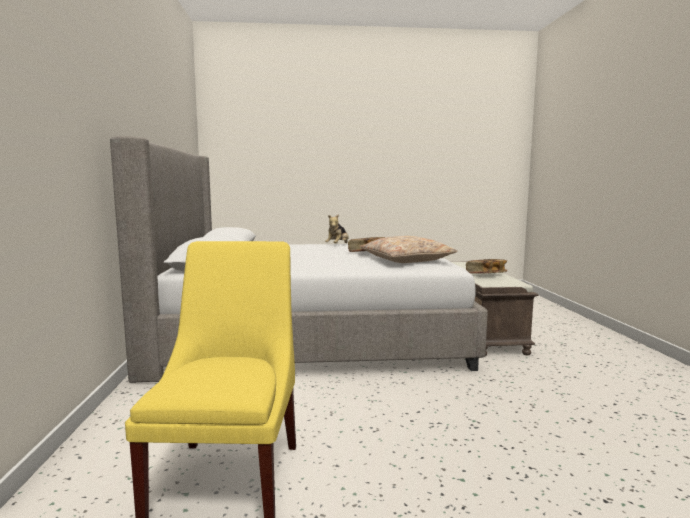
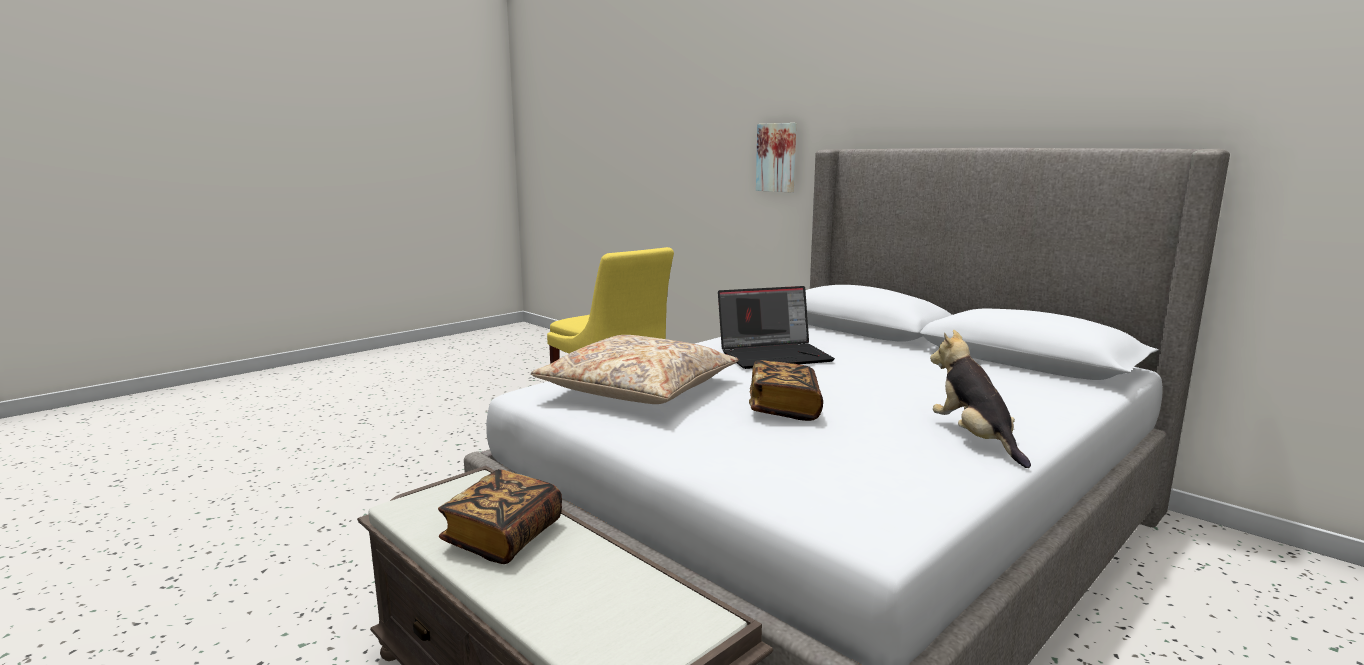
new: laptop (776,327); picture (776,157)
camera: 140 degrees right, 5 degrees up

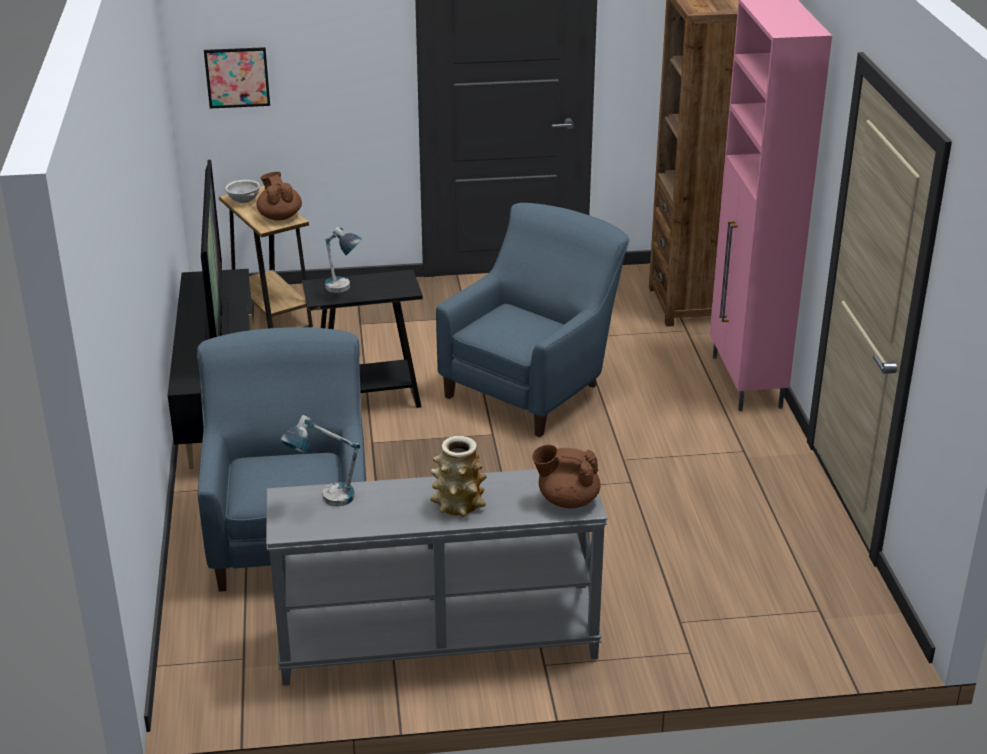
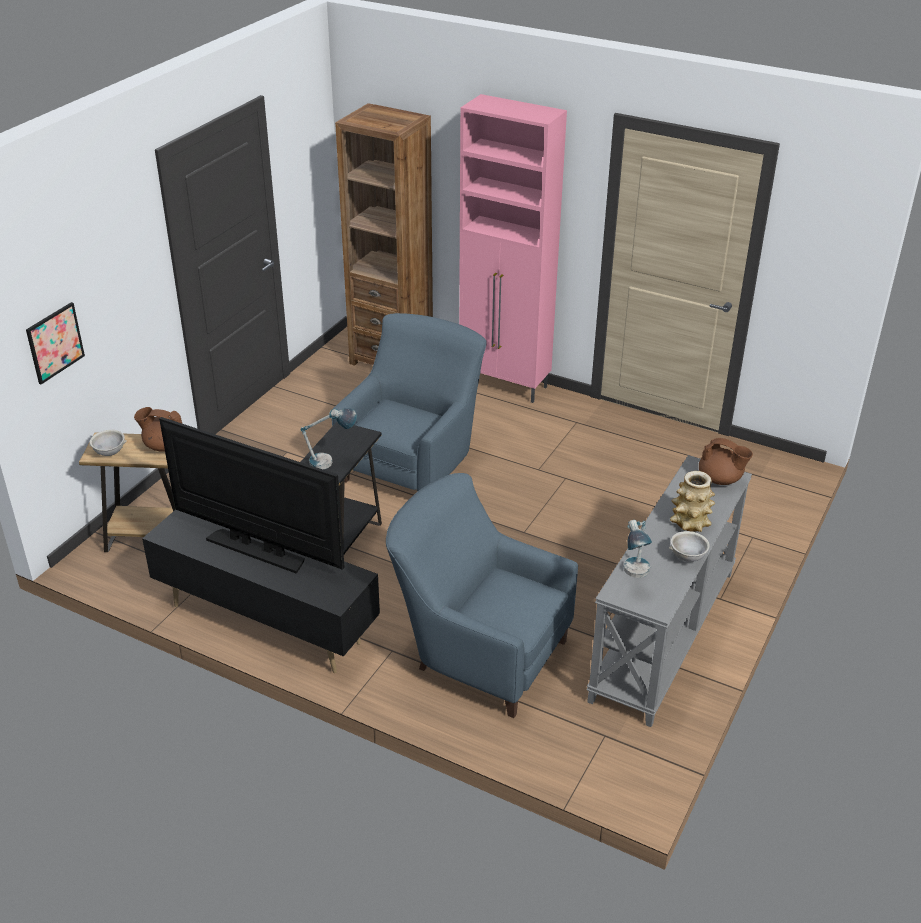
new: grey bowl (689,546)
rotated: blue armchair (532,320) = (409,402) 45 degrees clockwise; brown teapot (566,476) = (726,461) 105 degrees counterclockwise
camera: 55 degrees left, 5 degrees up

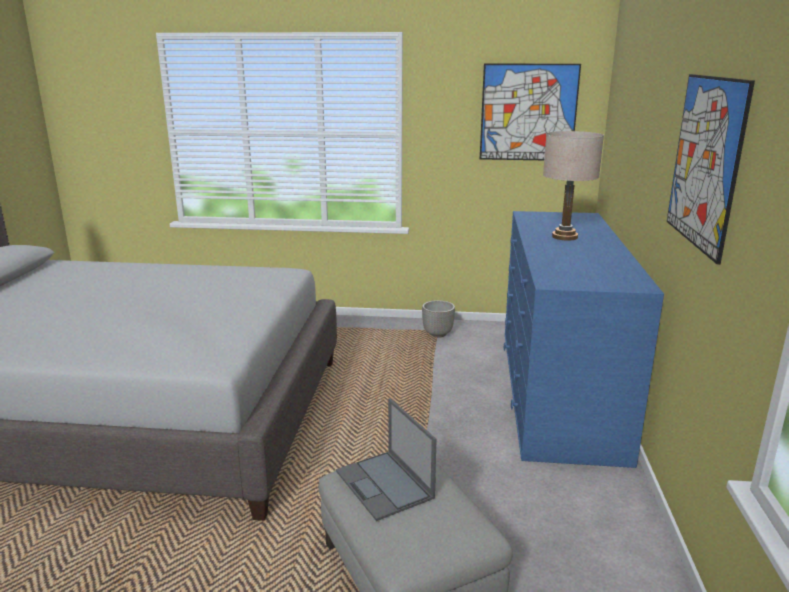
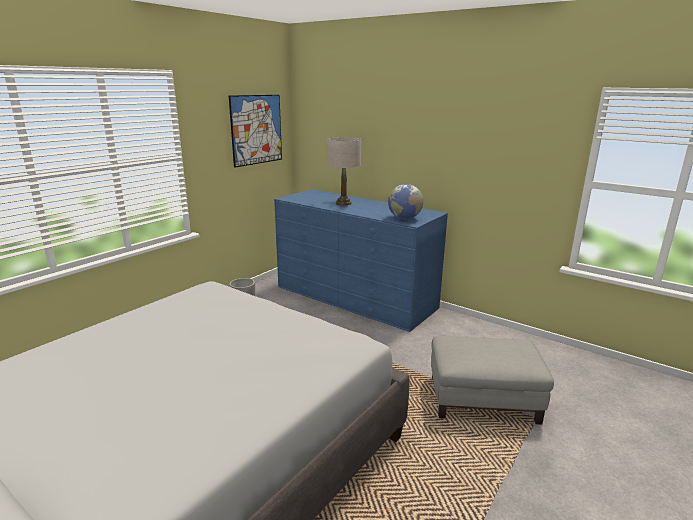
gone: laptop (386,459); picture (711,169)
new: globe (405,201)
camera: 60 degrees left, 0 degrees up

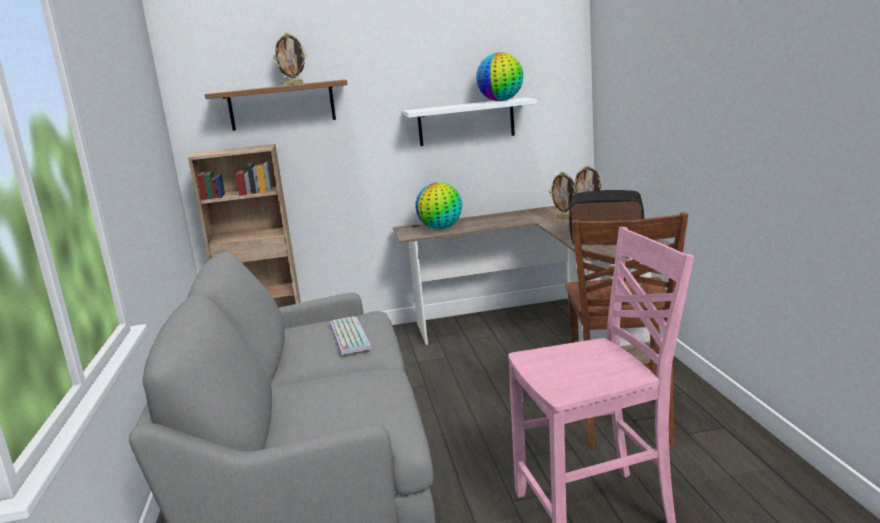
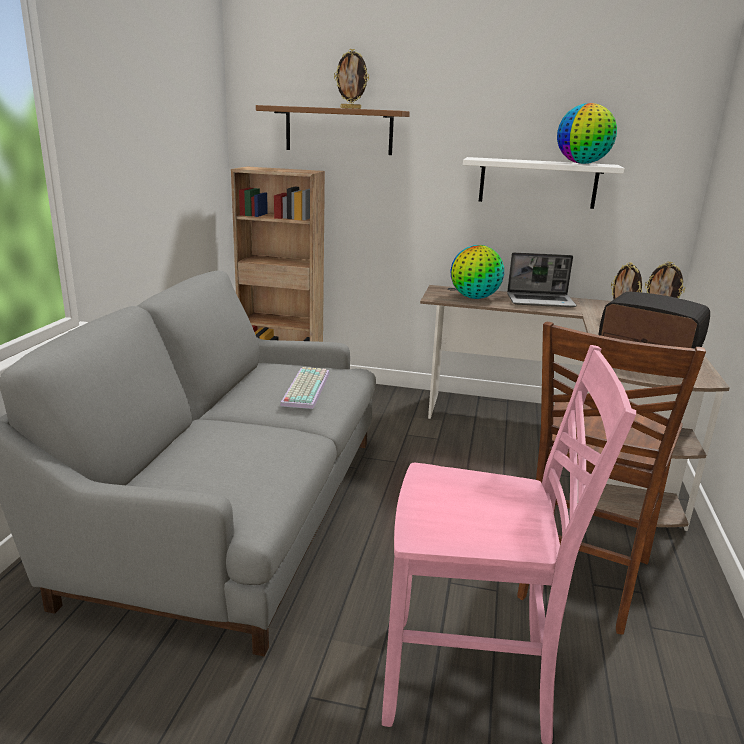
new: laptop (542,279)
camera: 20 degrees right, 5 degrees up

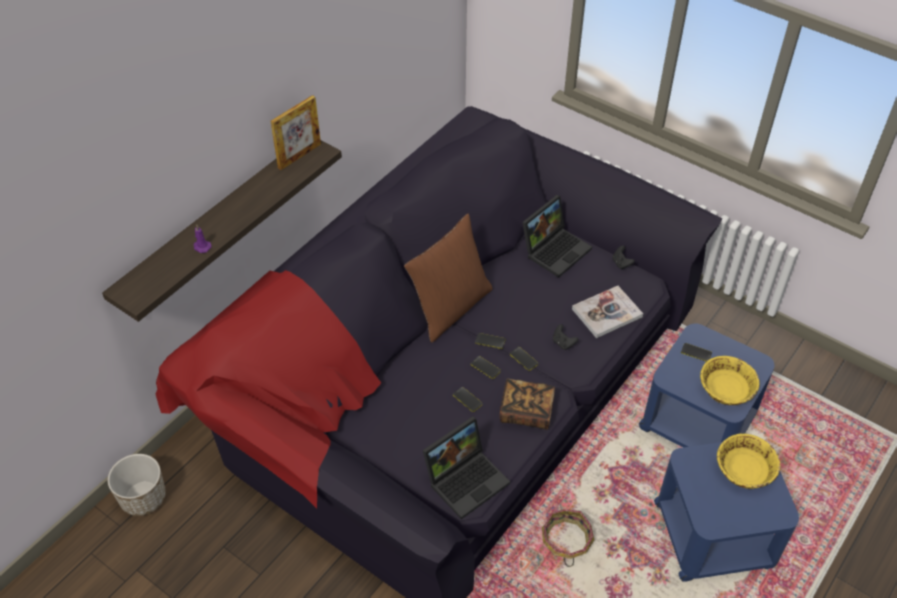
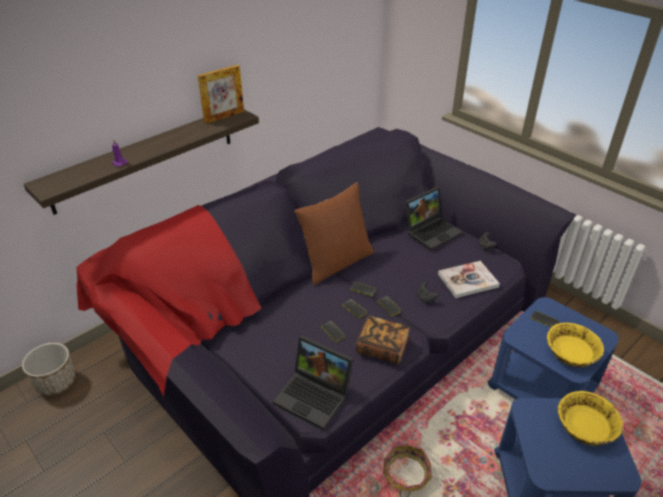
rotated: laptop (466,467) = (313,383) 60 degrees clockwise
camera: 10 degrees right, 10 degrees down

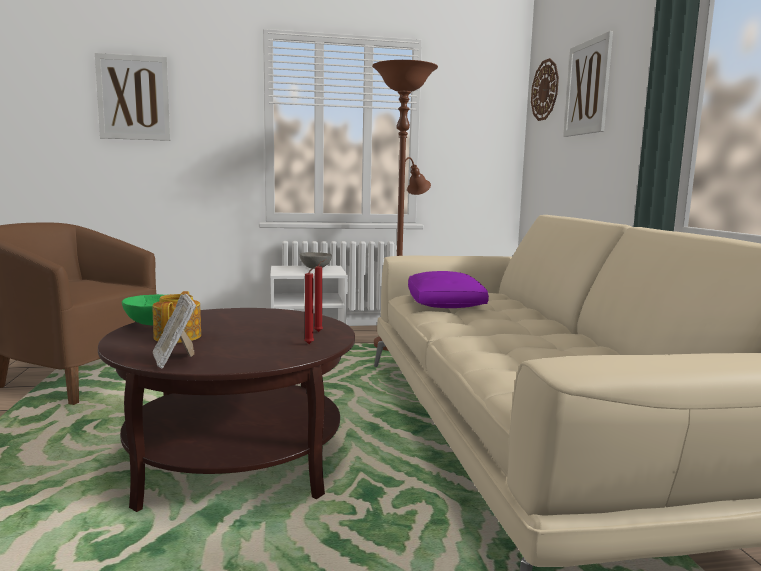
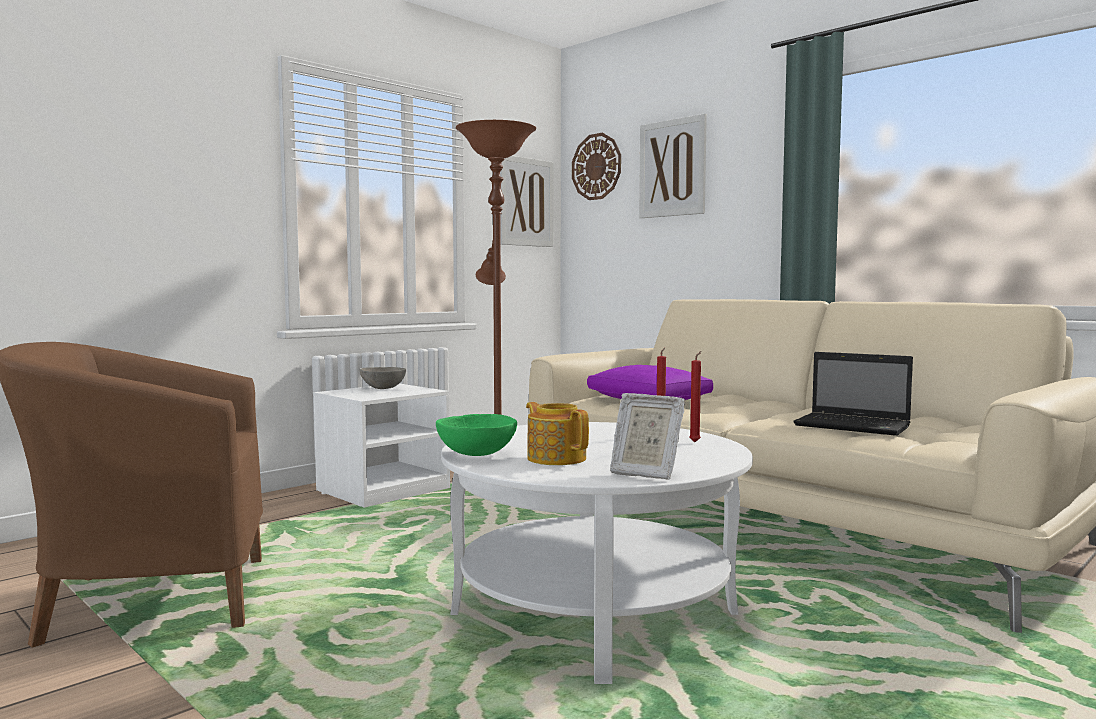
new: laptop (853,394)
shifted: picture (133,97) to (526,201)
repainted: brown coffee table (226,410) to white coffee table (597,553)
camera: 35 degrees left, 5 degrees down

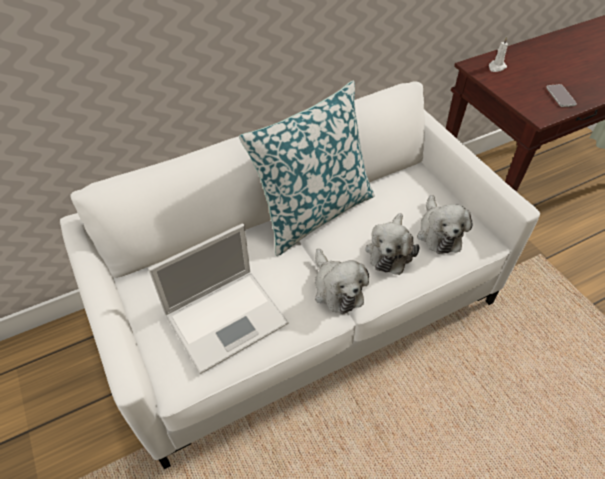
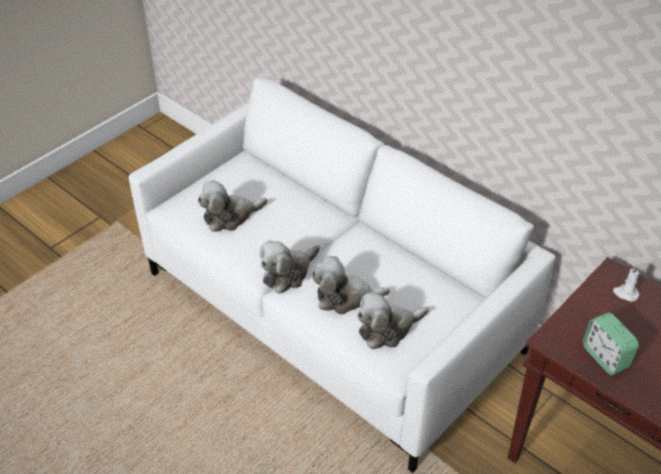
gone: pillow (307,168)
swapped: laptop (218,298) to plush toy (233,206); phone (561,95) to alarm clock (611,344)
camera: 70 degrees right, 5 degrees down

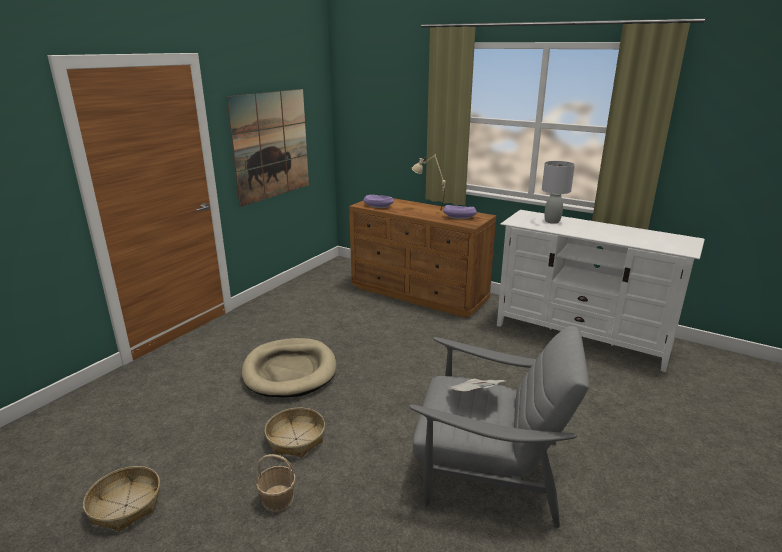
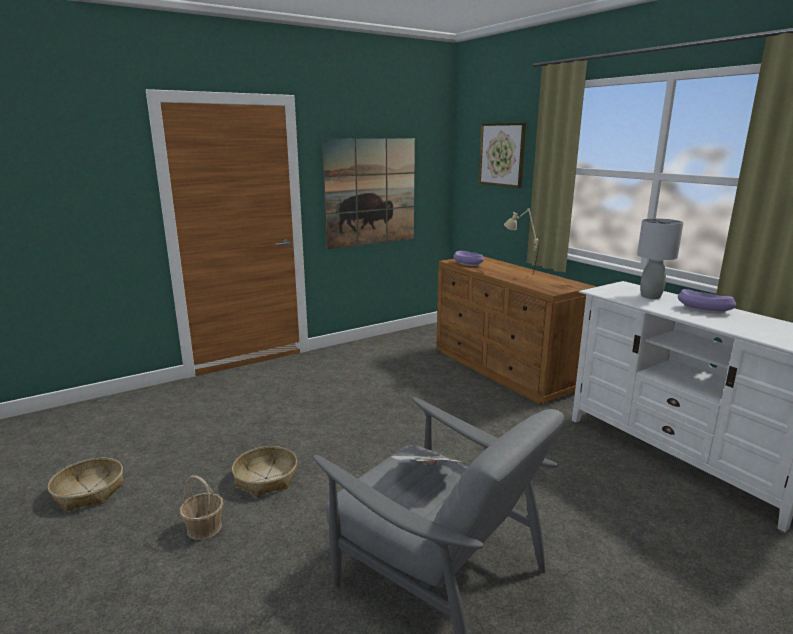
gone: beige dog bed (289,367)
new: picture (502,155)
shifted: purple bowl (460,212) to (707,301)
camera: 25 degrees right, 5 degrees down

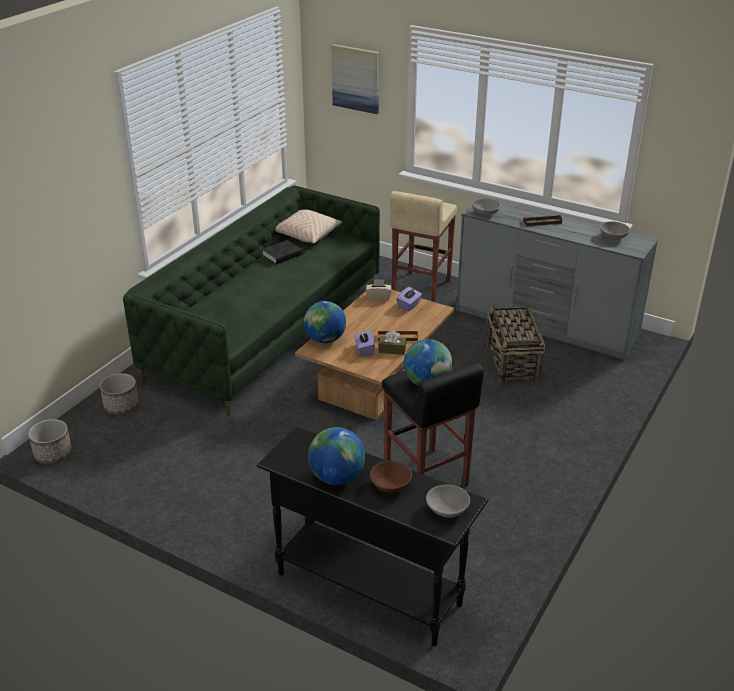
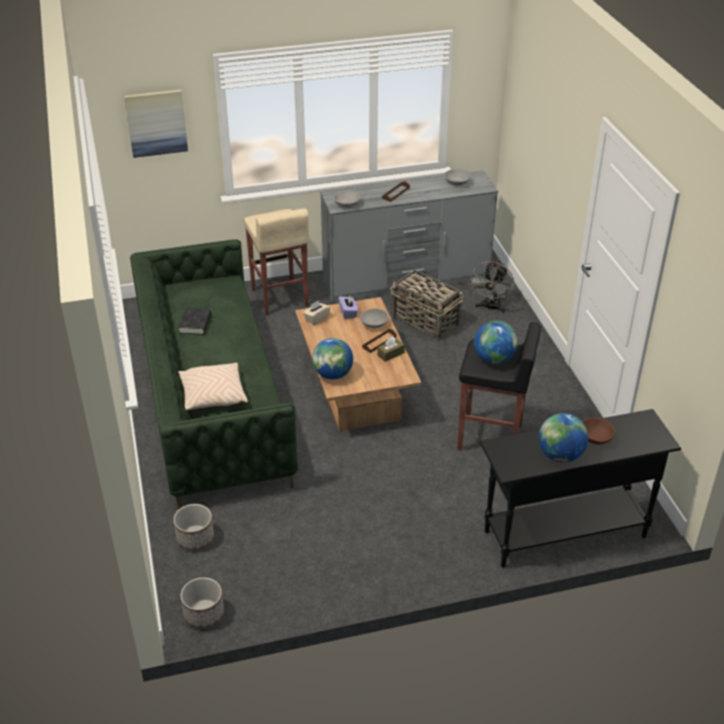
gone: purple tissue box (365,342)
new: grey fan (491,286)
shifted: beige pillow (309,226) to (213,386); grey bowl (448,501) to (374,318)
camera: 45 degrees left, 5 degrees up

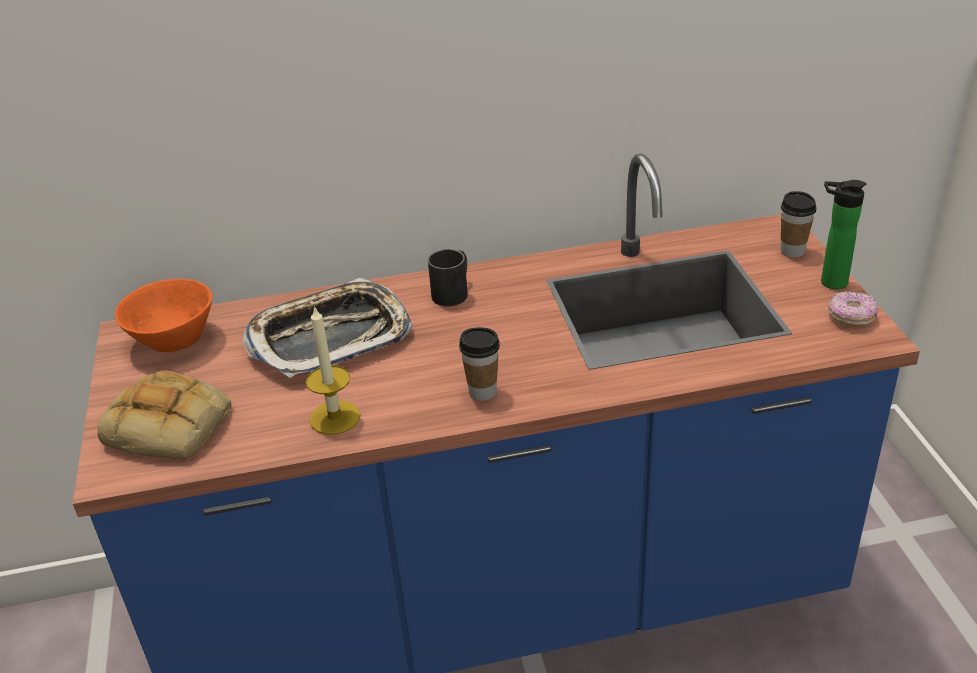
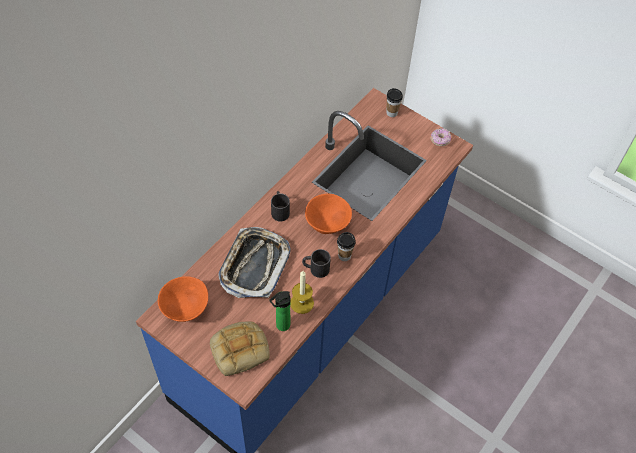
new: black mug (316,263); orange bowl (328,214)
shifted: bottle (844,234) to (279,311)
camera: 45 degrees left, 20 degrees up

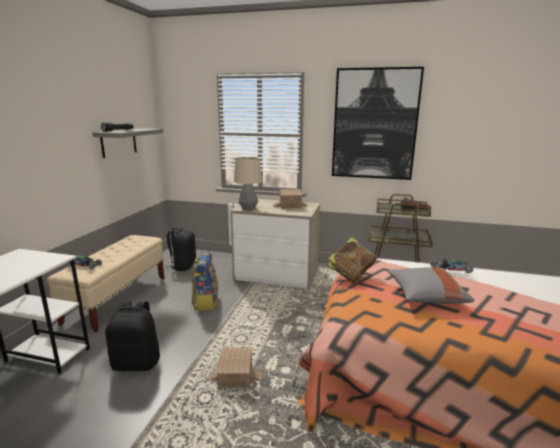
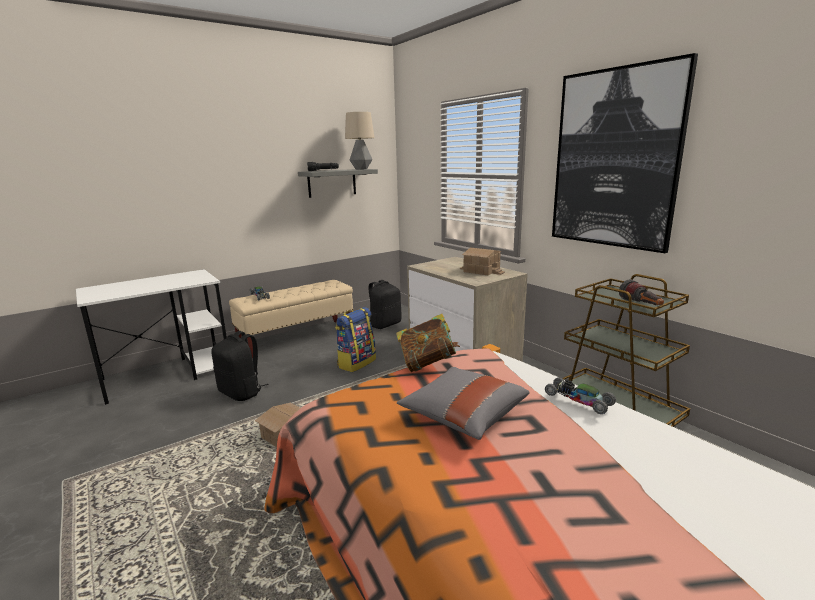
shifted: table lamp (248,183) to (359,141)
camera: 40 degrees right, 0 degrees up

